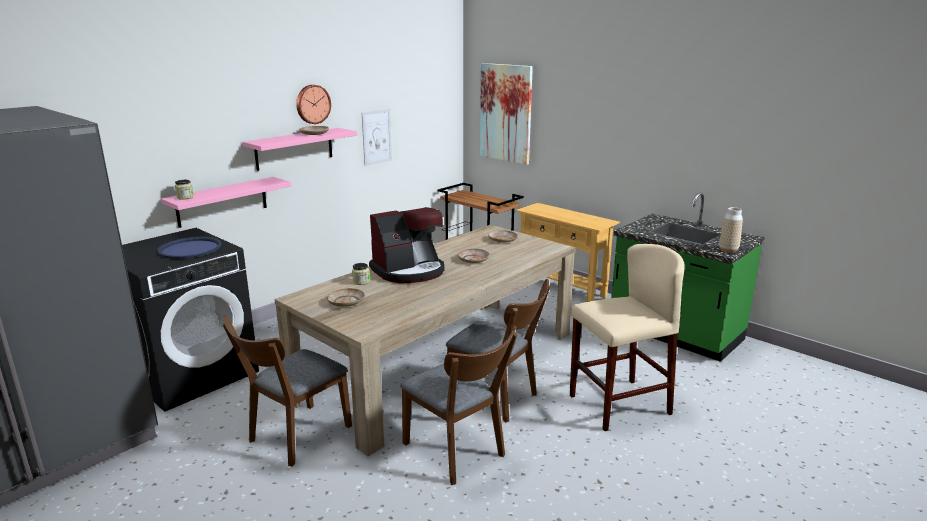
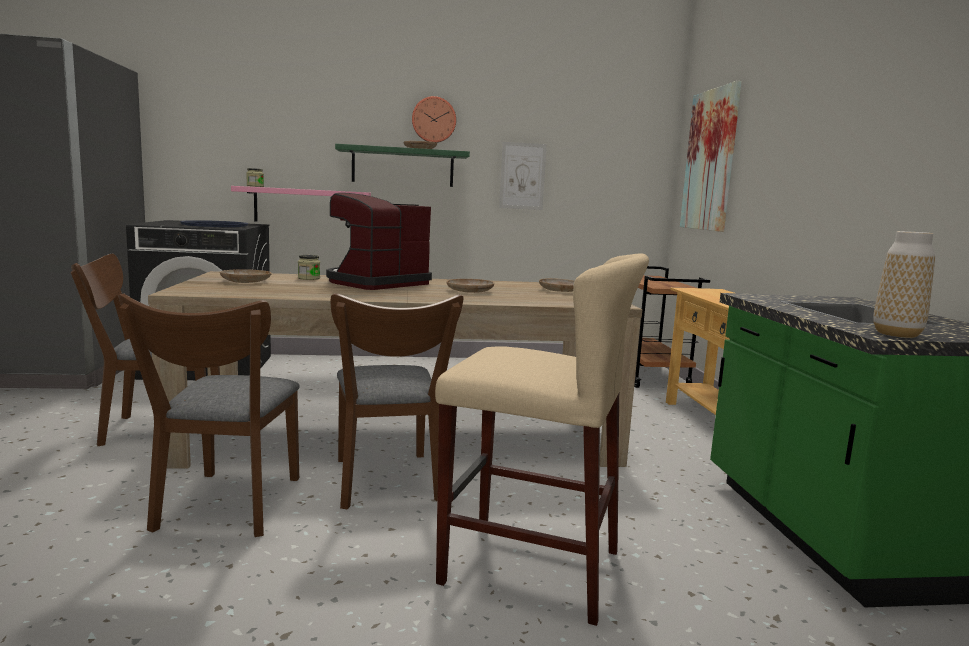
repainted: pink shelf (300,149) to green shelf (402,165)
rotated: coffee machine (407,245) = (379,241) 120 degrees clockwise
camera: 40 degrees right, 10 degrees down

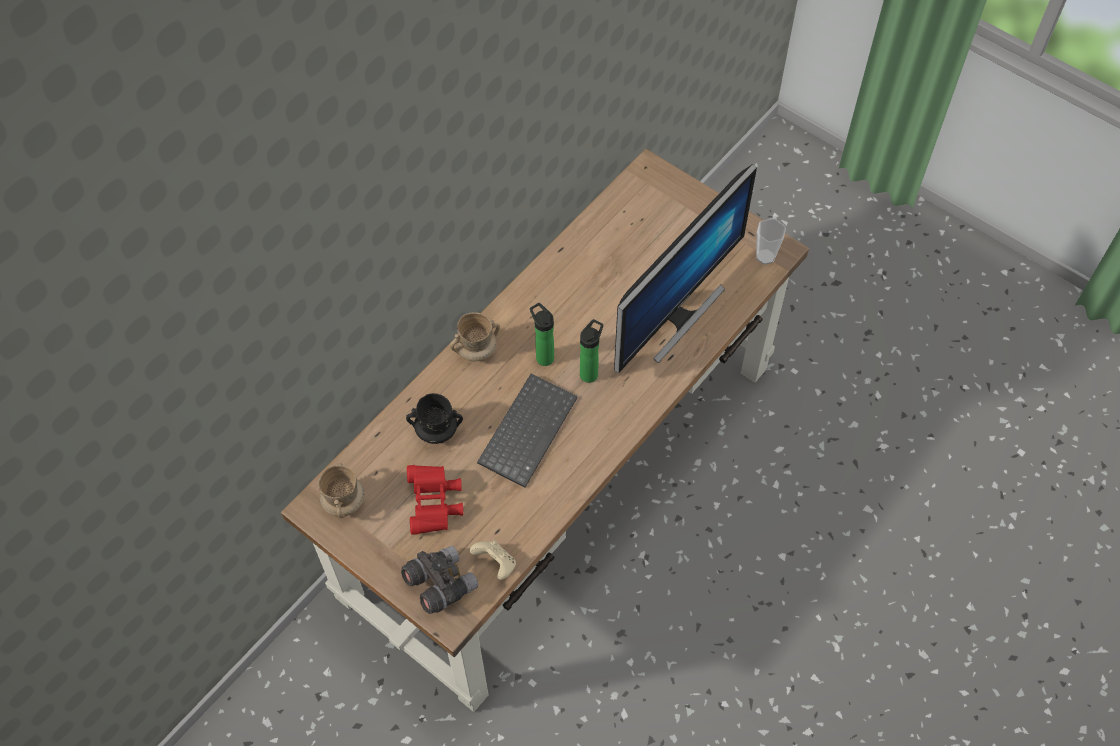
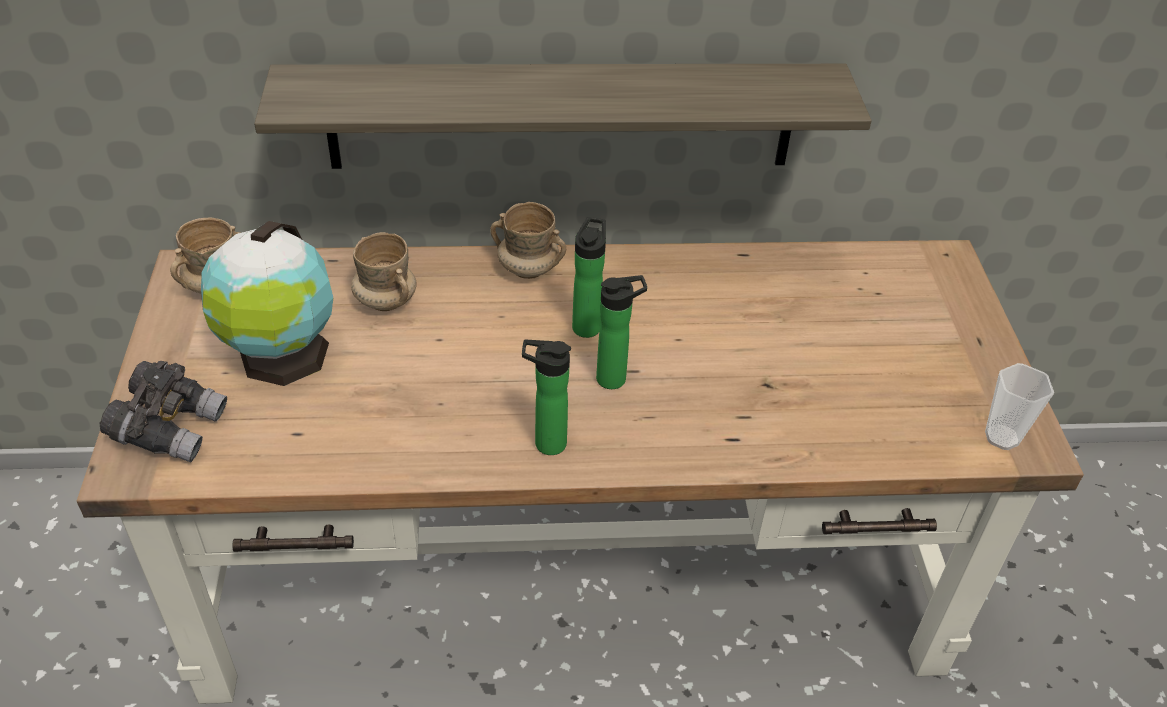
gone: beige game controller (493,560); keyboard (527,430); monitor (685,268)
new: shelf (563,116); bottle (546,397)
swapped: red binoculars (435,499) to globe (267,303)
repainted: black mug (434,418) to beige mug (383,271)
camera: 45 degrees right, 15 degrees down

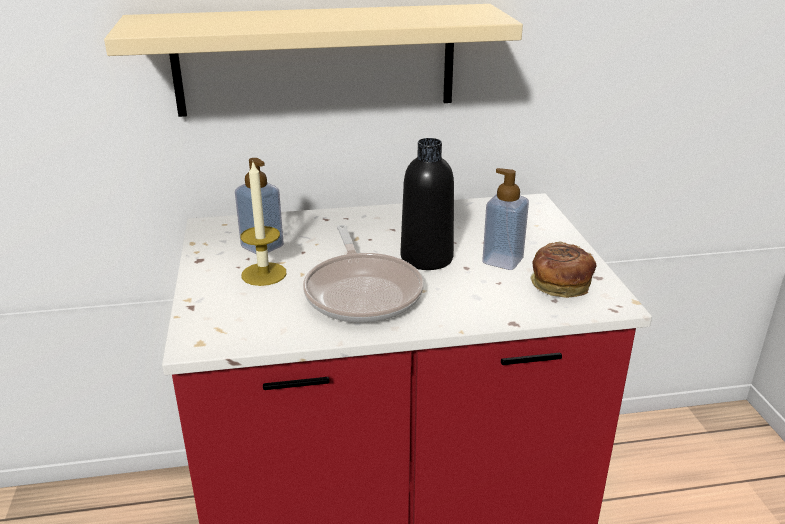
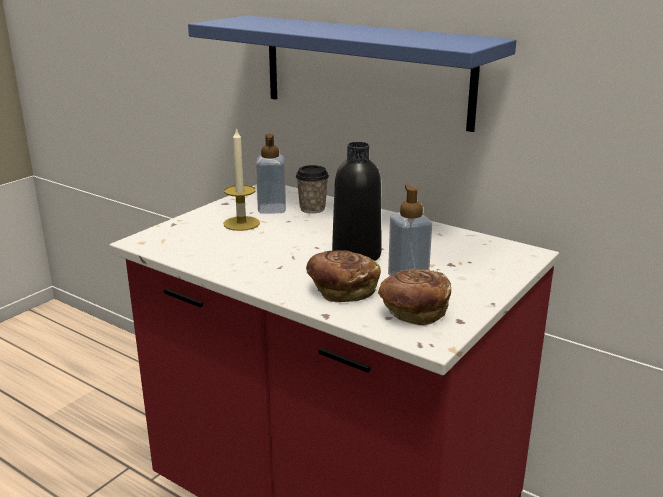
gone: frying pan (363,274)
new: cup (312,189); bread (343,276)
repainted: beige shelf (313,60) to blue shelf (352,74)
camera: 45 degrees right, 5 degrees down

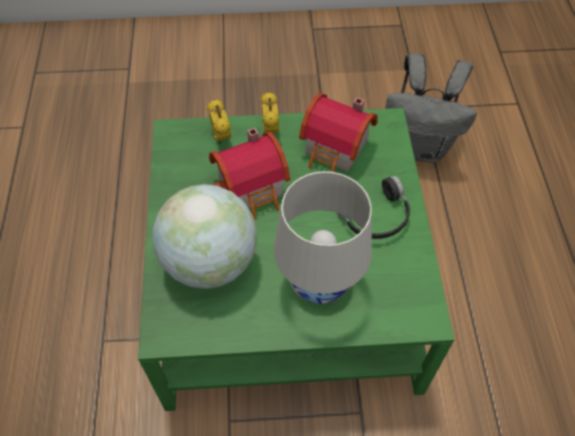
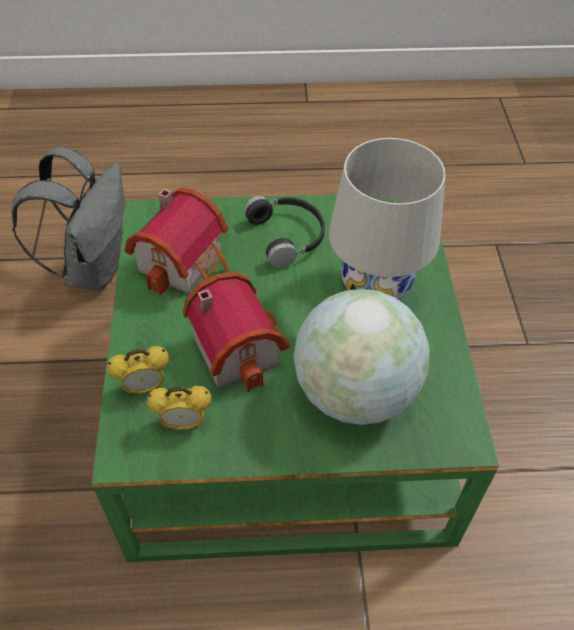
shifted: alarm clock (270,112) to (179,408)
camera: 90 degrees left, 5 degrees down

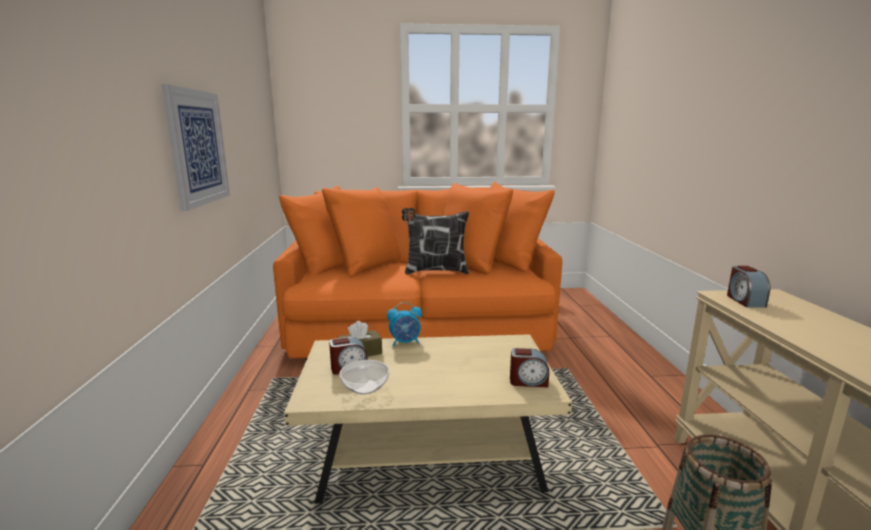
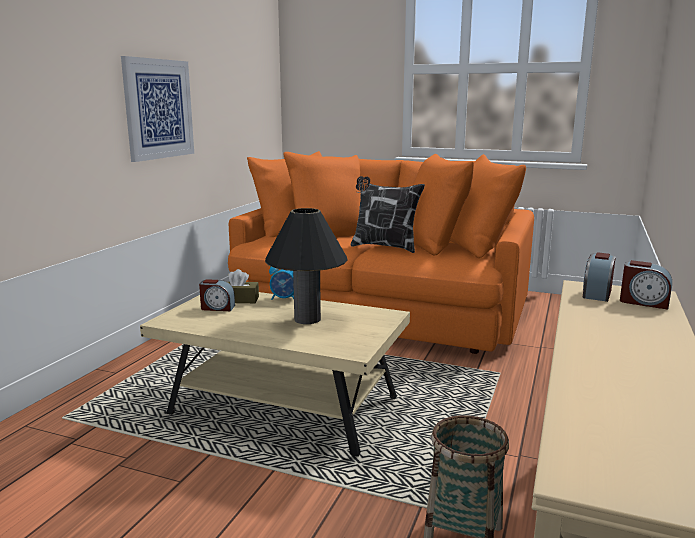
gone: bowl (364,377)
new: black table lamp (306,266)
shifted: alarm clock (529,367) to (646,285)
camera: 25 degrees right, 0 degrees up

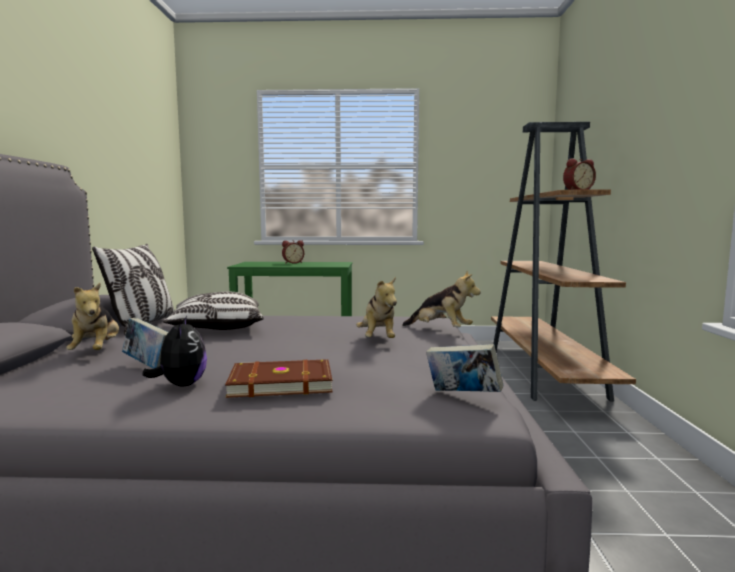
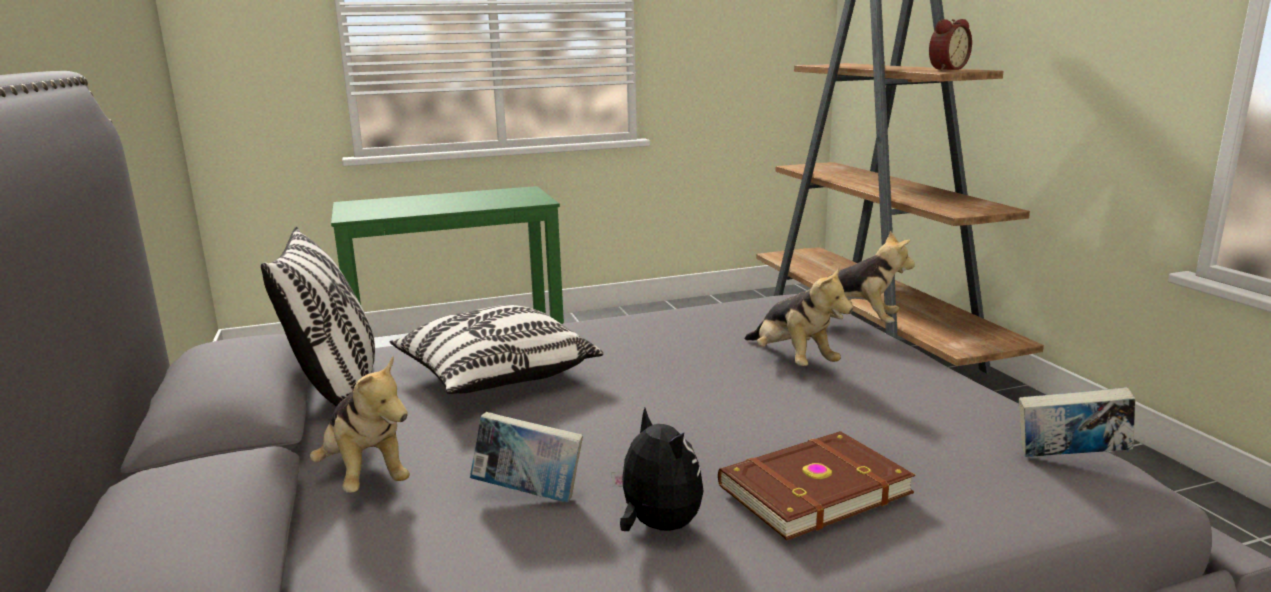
gone: alarm clock (293,252)
camera: 20 degrees left, 10 degrees up

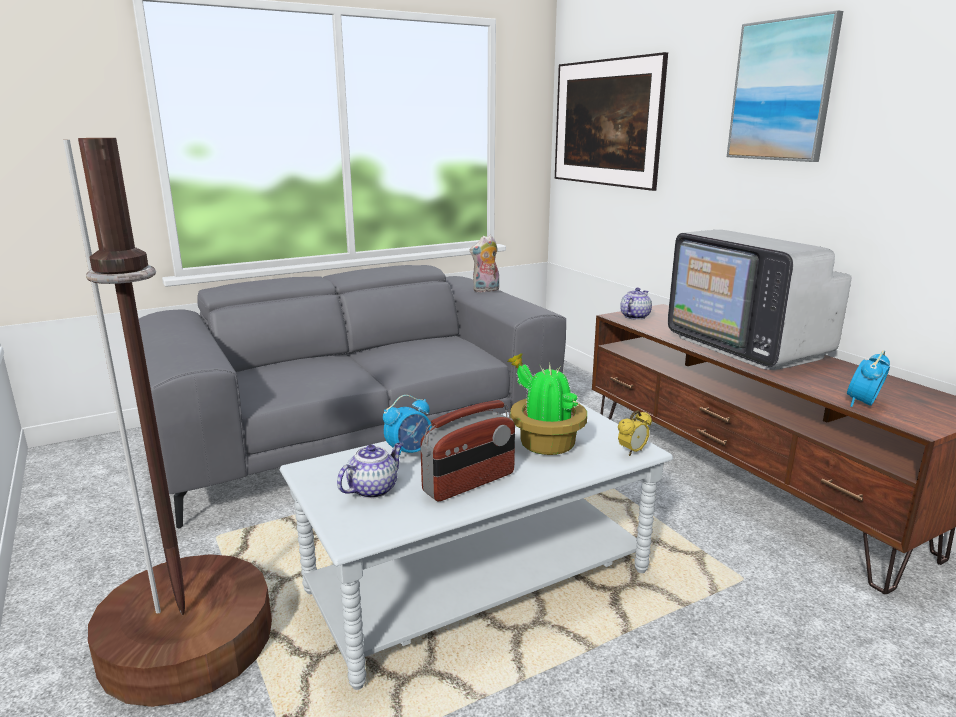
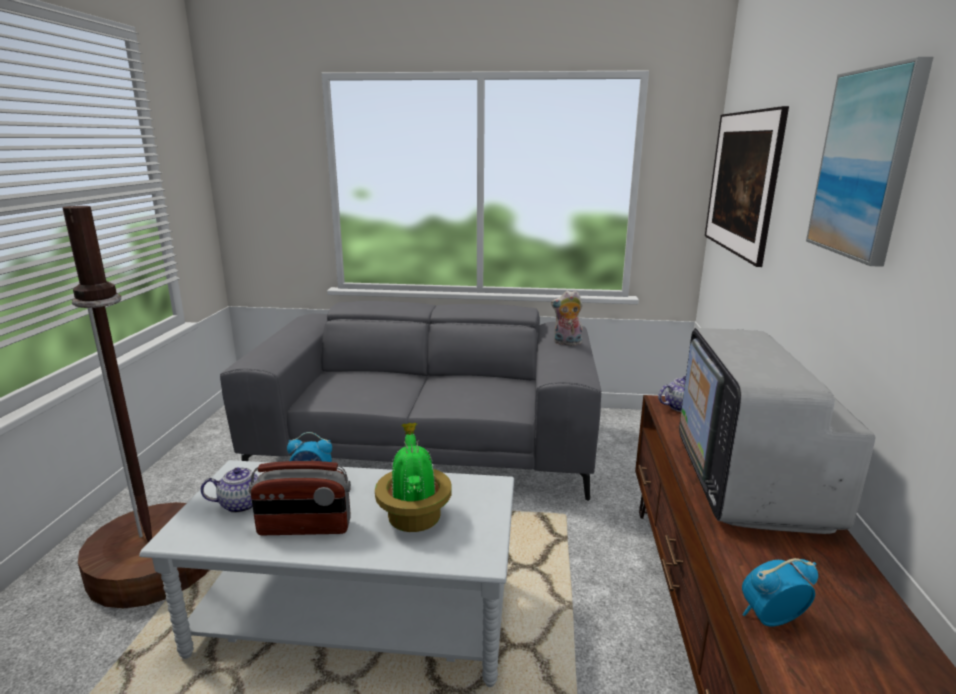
gone: alarm clock (635,433)
camera: 35 degrees right, 0 degrees up

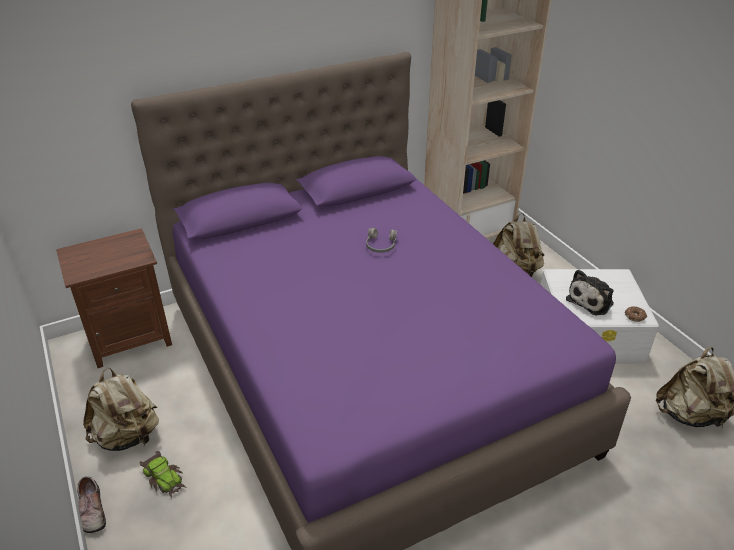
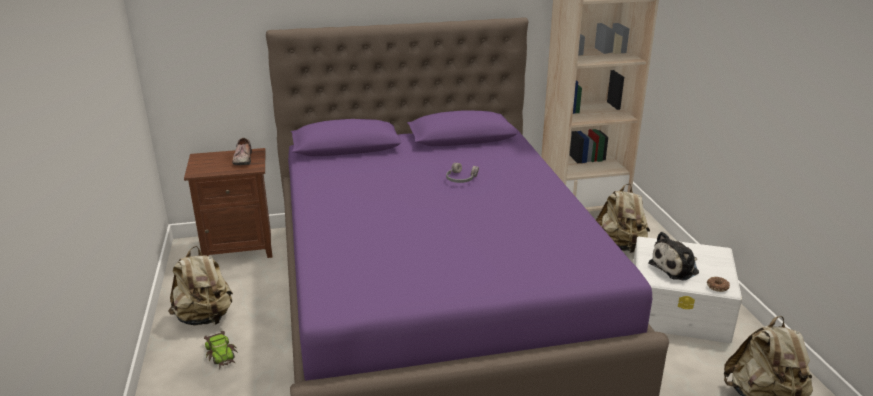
shifted: shoe (91,504) to (242,151)
camera: 15 degrees right, 10 degrees down

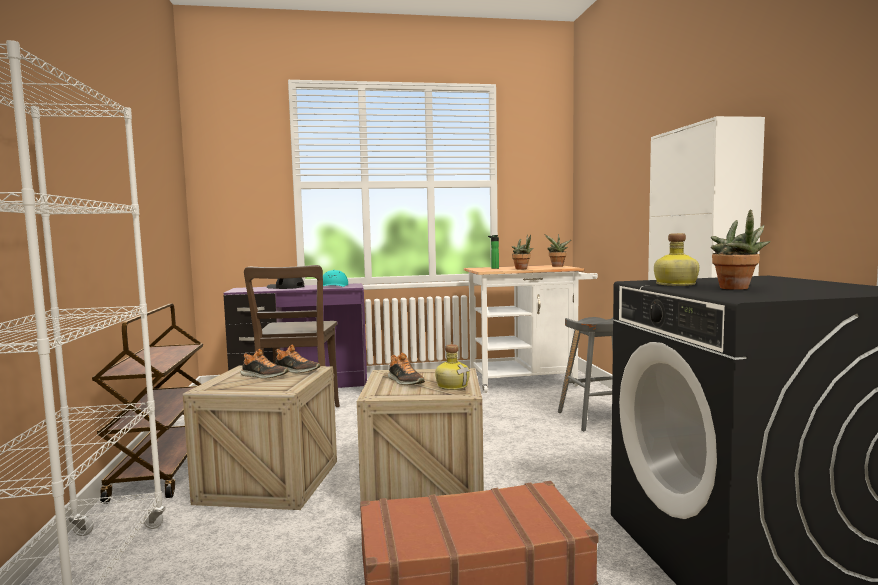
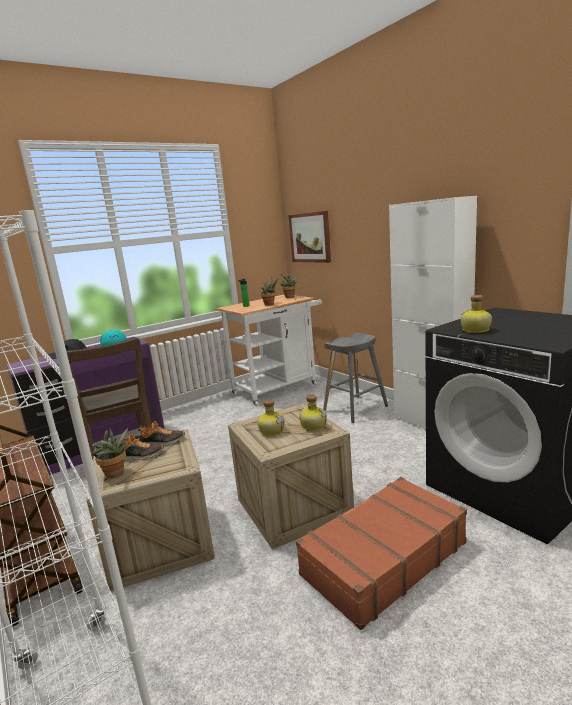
new: picture (309,237)
shifted: potted plant (741,250) to (110,453)
swapped: shoe (406,368) to bottle (271,417)
camera: 25 degrees left, 10 degrees up

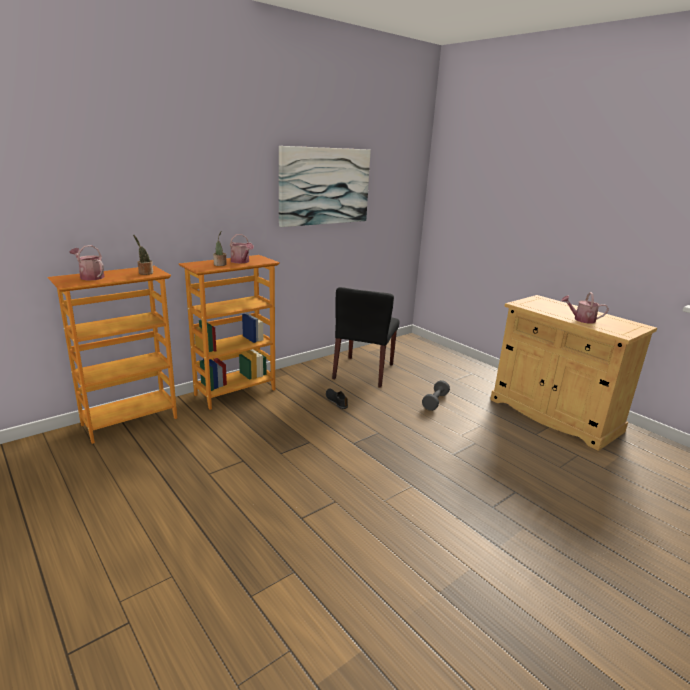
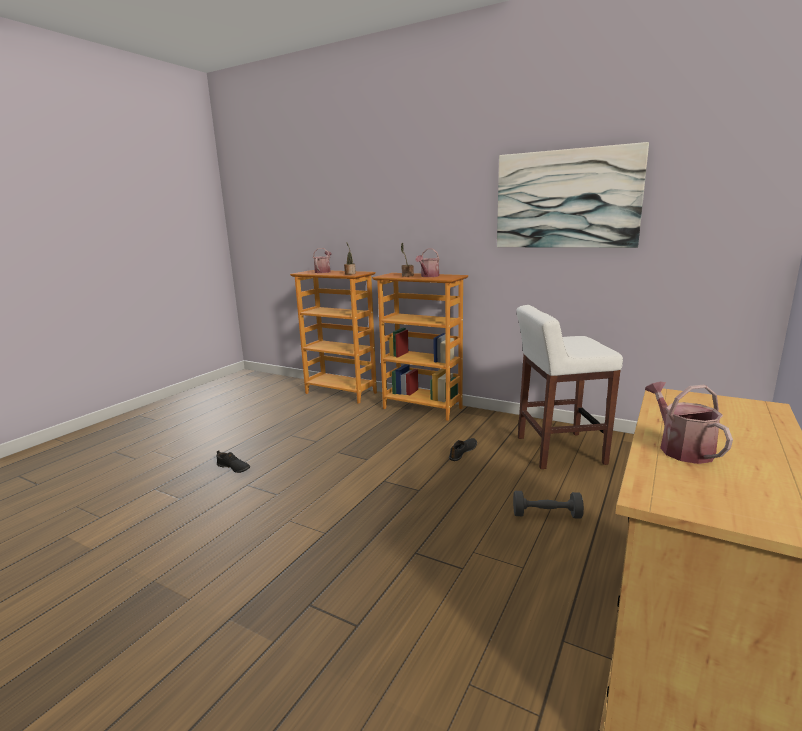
new: black shoe (233,461)
swapped: black chair (365,337) to white stool (569,387)
camera: 70 degrees right, 5 degrees down

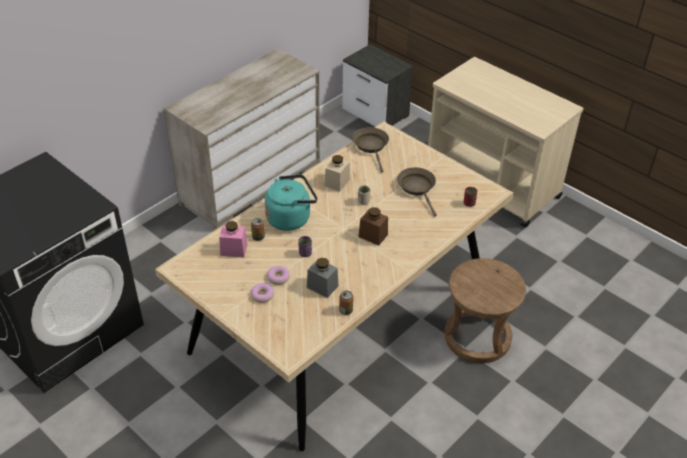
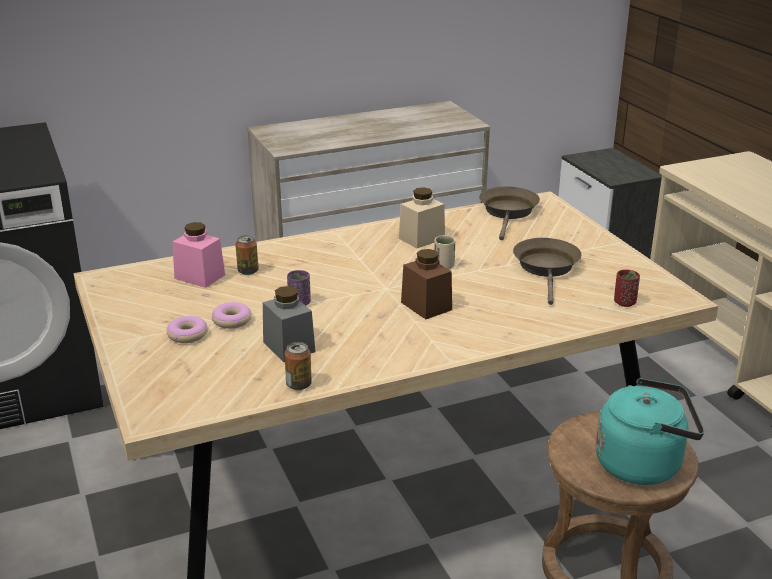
shifted: turquoise kettle (291,202) to (649,431)
camera: 25 degrees right, 15 degrees down

